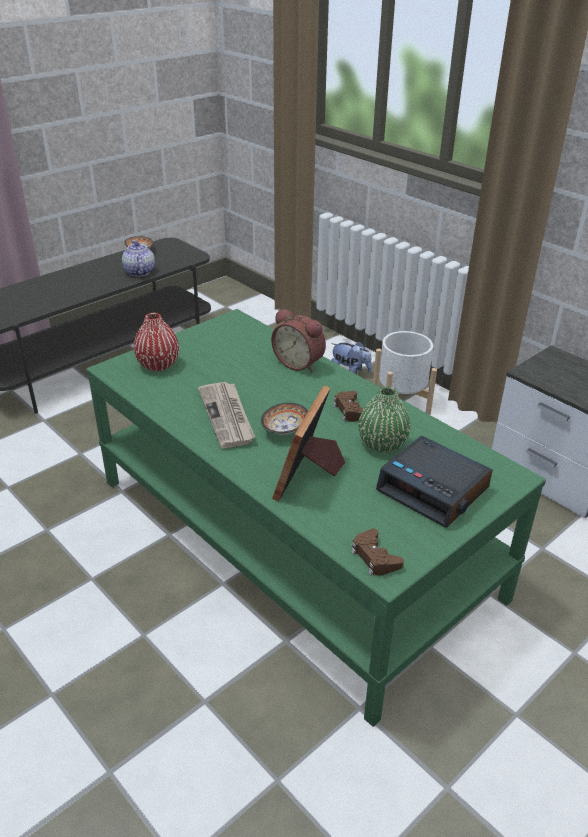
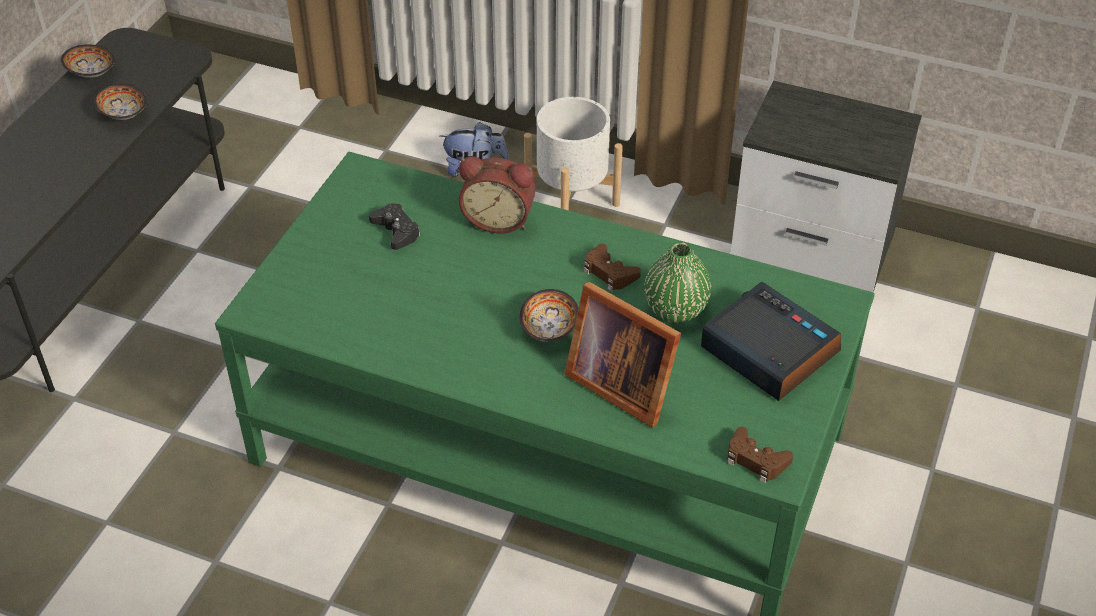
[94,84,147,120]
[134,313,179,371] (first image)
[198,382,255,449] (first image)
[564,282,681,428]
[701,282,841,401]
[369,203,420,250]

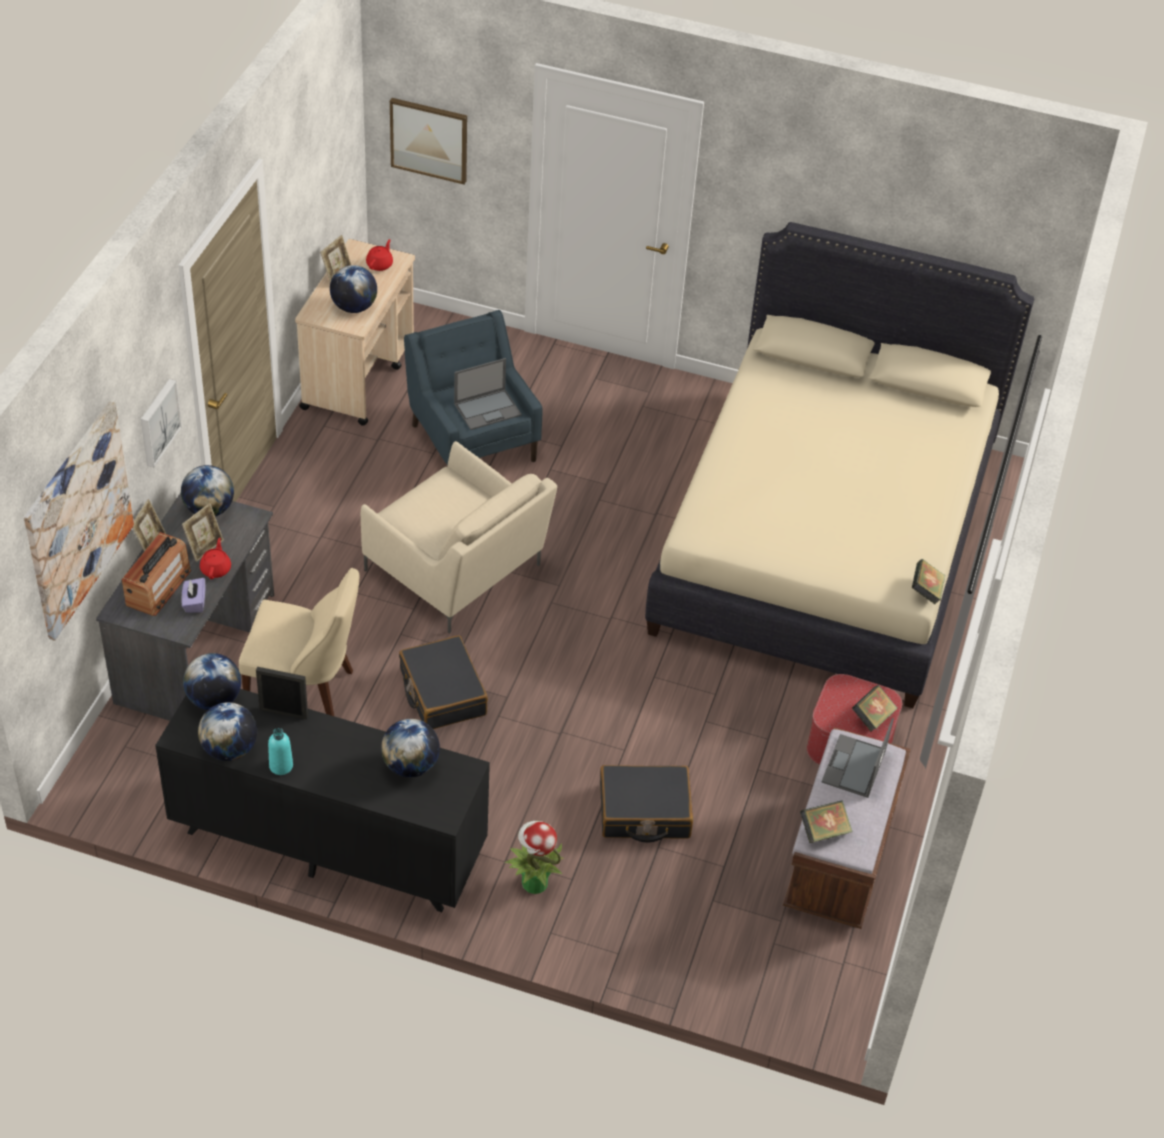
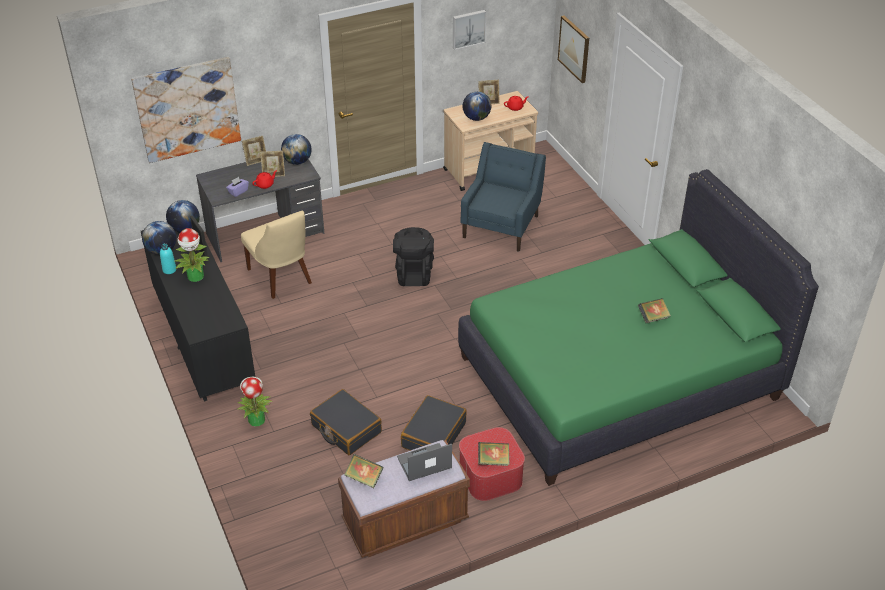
[458,169,819,486]
[454,358,522,430] (first image)
[453,10,486,50]
[393,227,434,286]
[122,532,191,616] (first image)
[638,298,671,323]
[401,395,467,451]
[381,719,440,777] (first image)
[175,228,210,282]

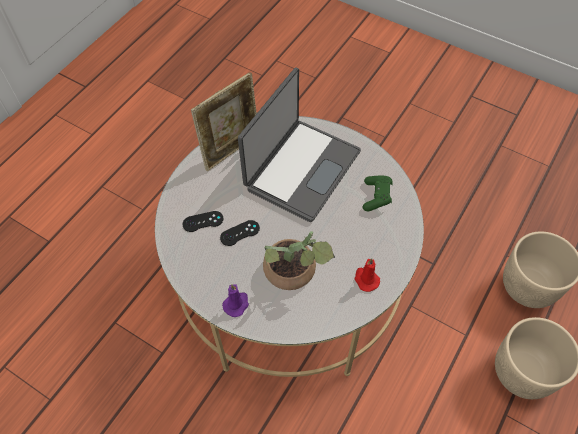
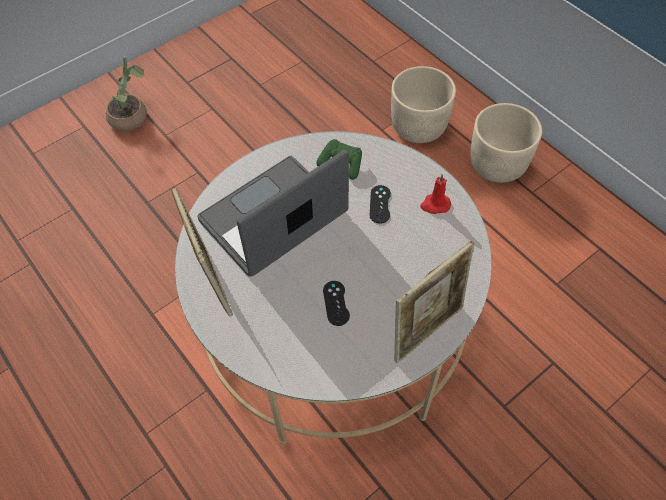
[197,150,349,277]
[370,185,391,224]
[106,56,147,132]
[394,241,475,363]

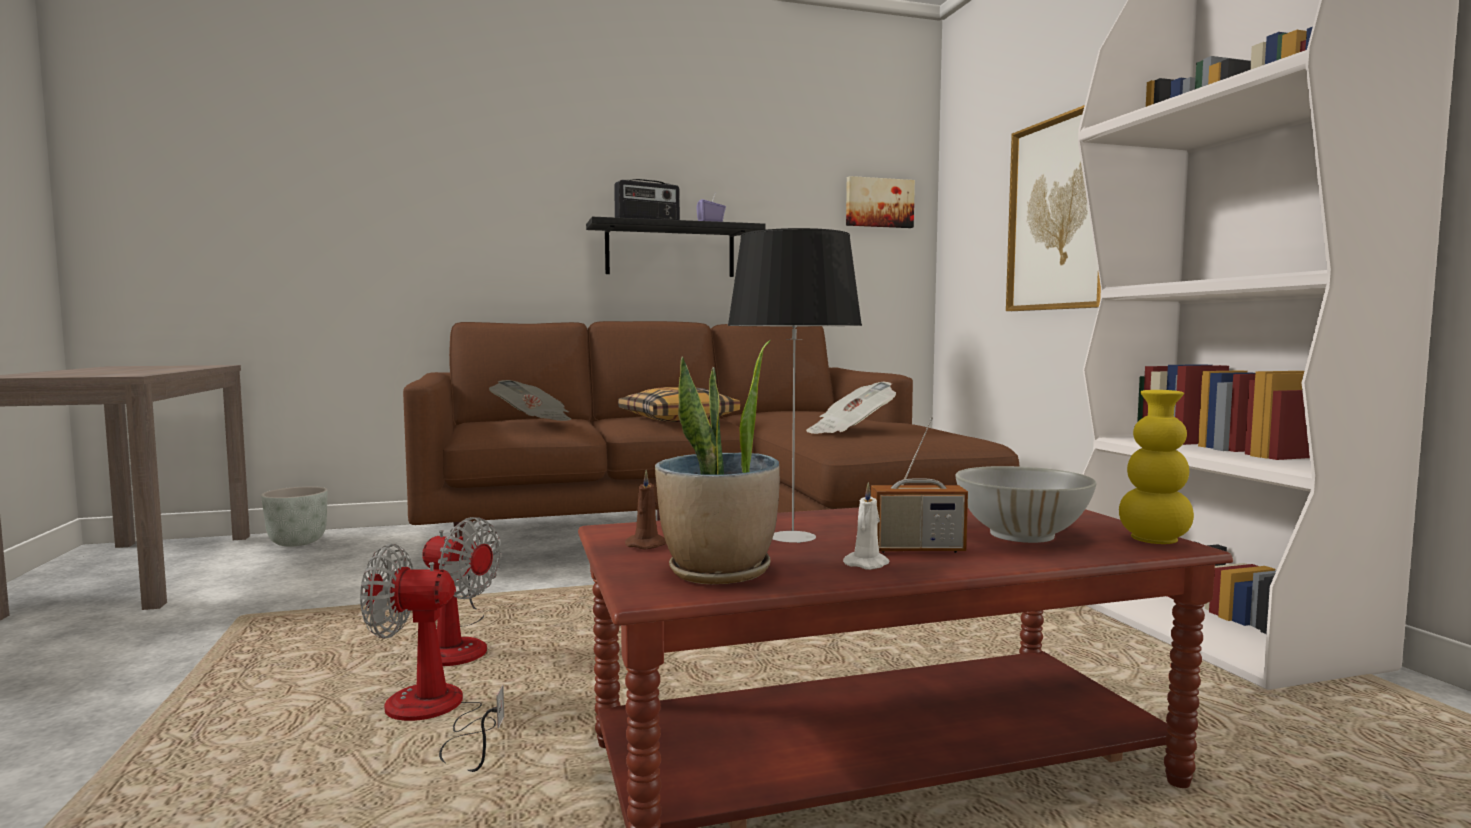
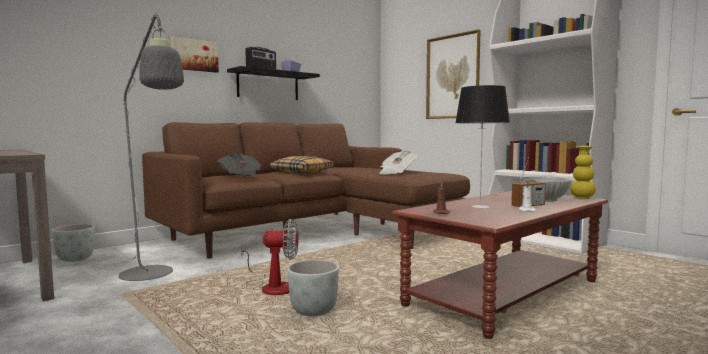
[171,37,219,73]
[655,340,780,584] (first image)
[287,259,339,316]
[112,13,184,281]

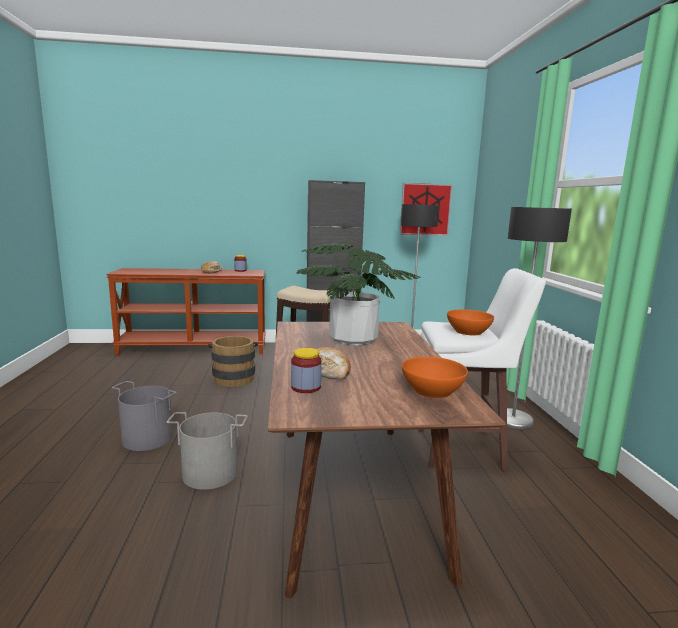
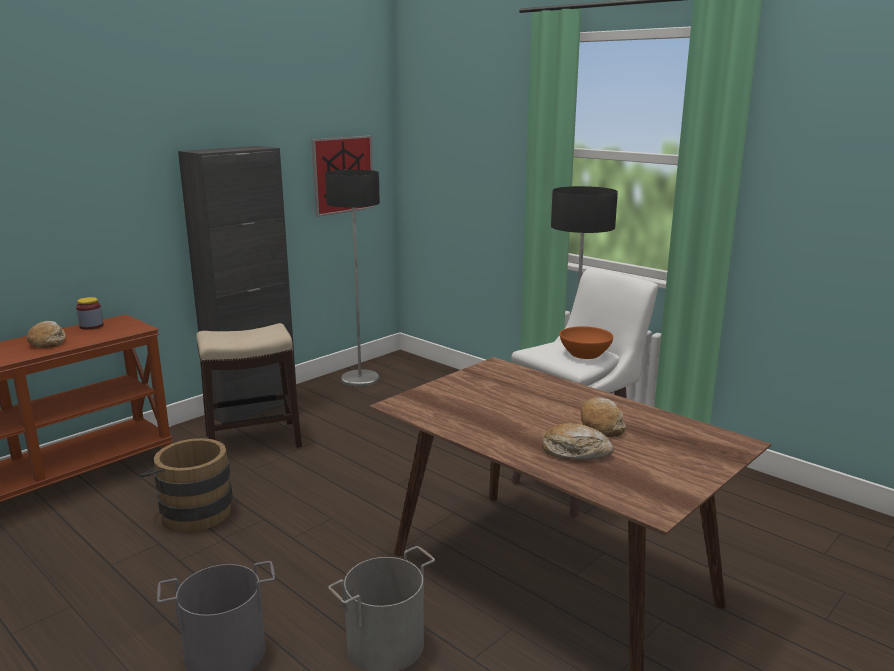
[296,244,420,346] (first image)
[291,348,322,393] (first image)
[402,357,468,398] (first image)
[581,397,626,437]

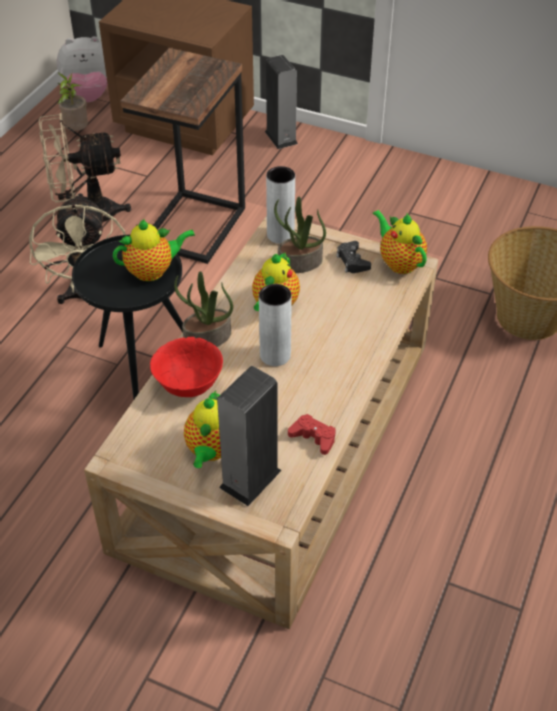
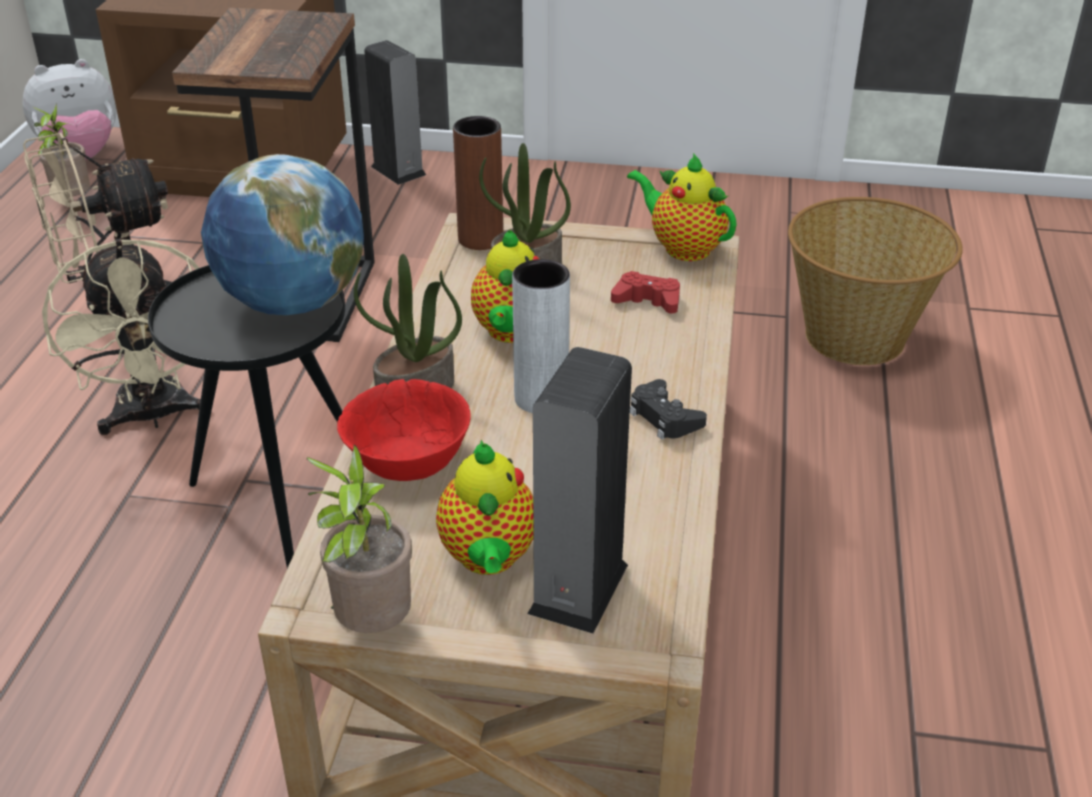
[453,116,503,250]
[201,154,364,315]
[630,379,707,440]
[611,271,680,314]
[307,445,412,633]

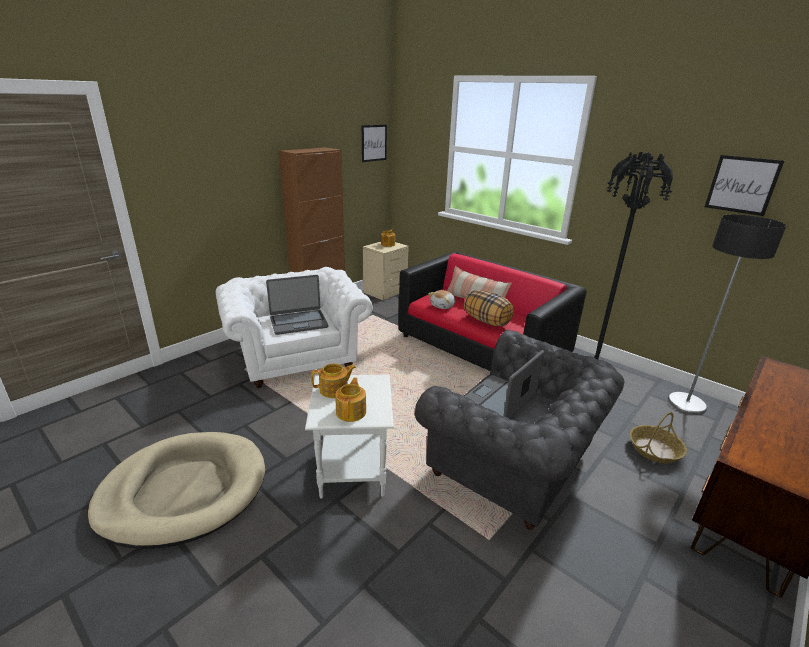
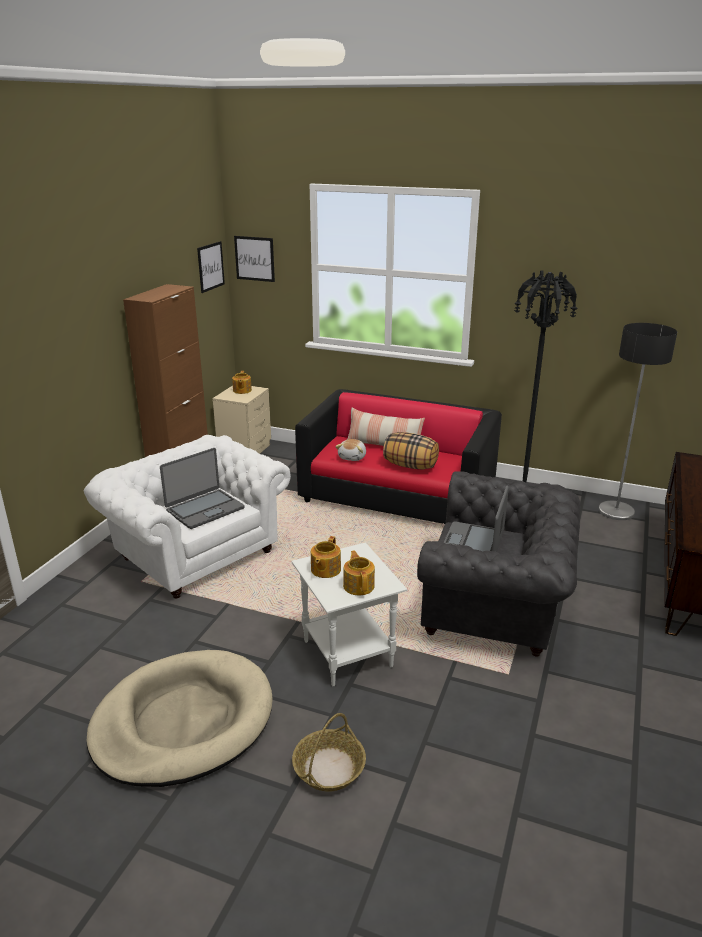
[234,236,275,282]
[311,536,341,578]
[292,713,366,792]

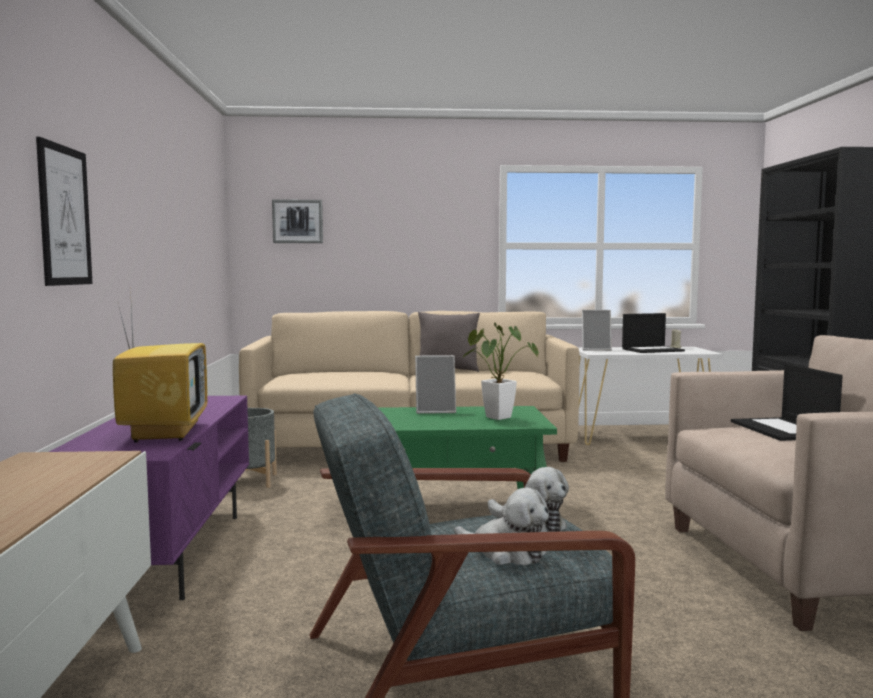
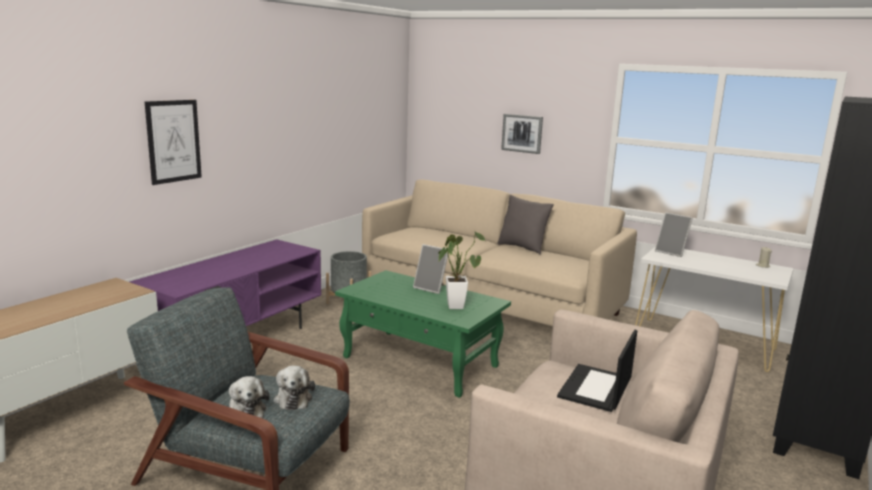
[501,114,543,154]
[113,289,207,442] (first image)
[622,313,685,353] (first image)

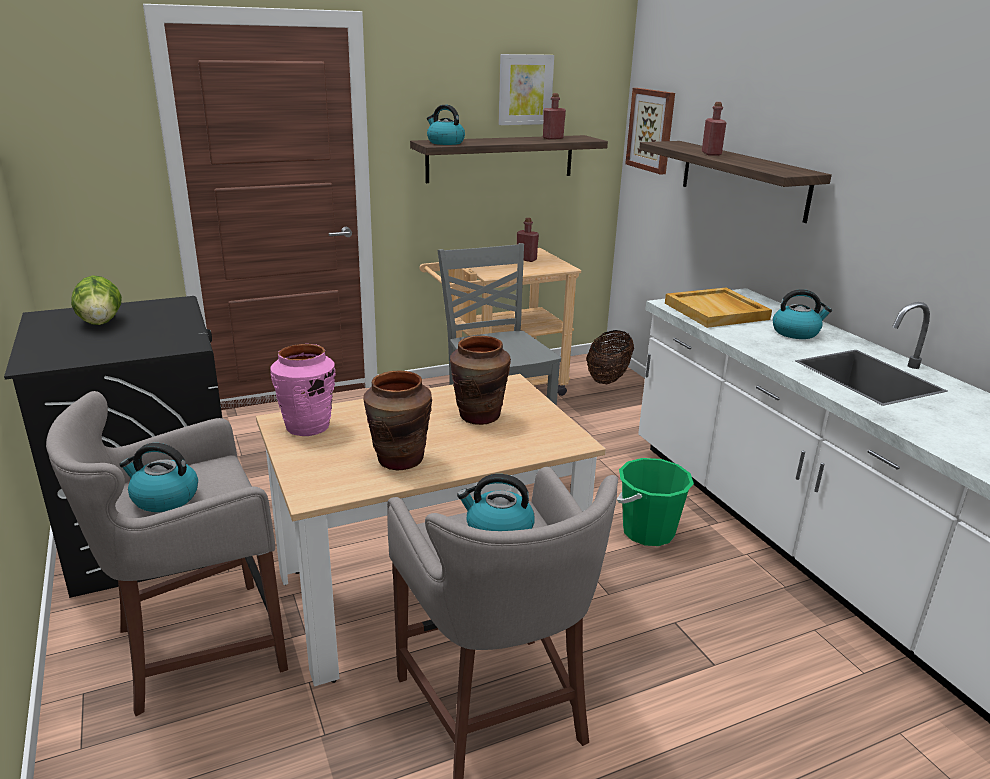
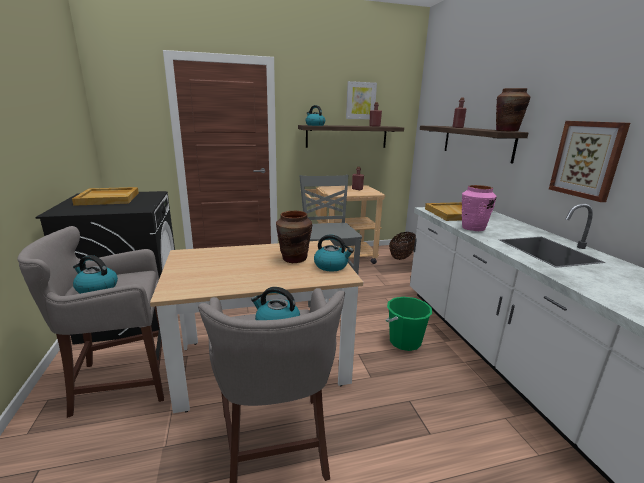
[549,121,630,202]
[72,187,139,206]
[314,235,354,271]
[461,185,497,231]
[496,88,531,131]

